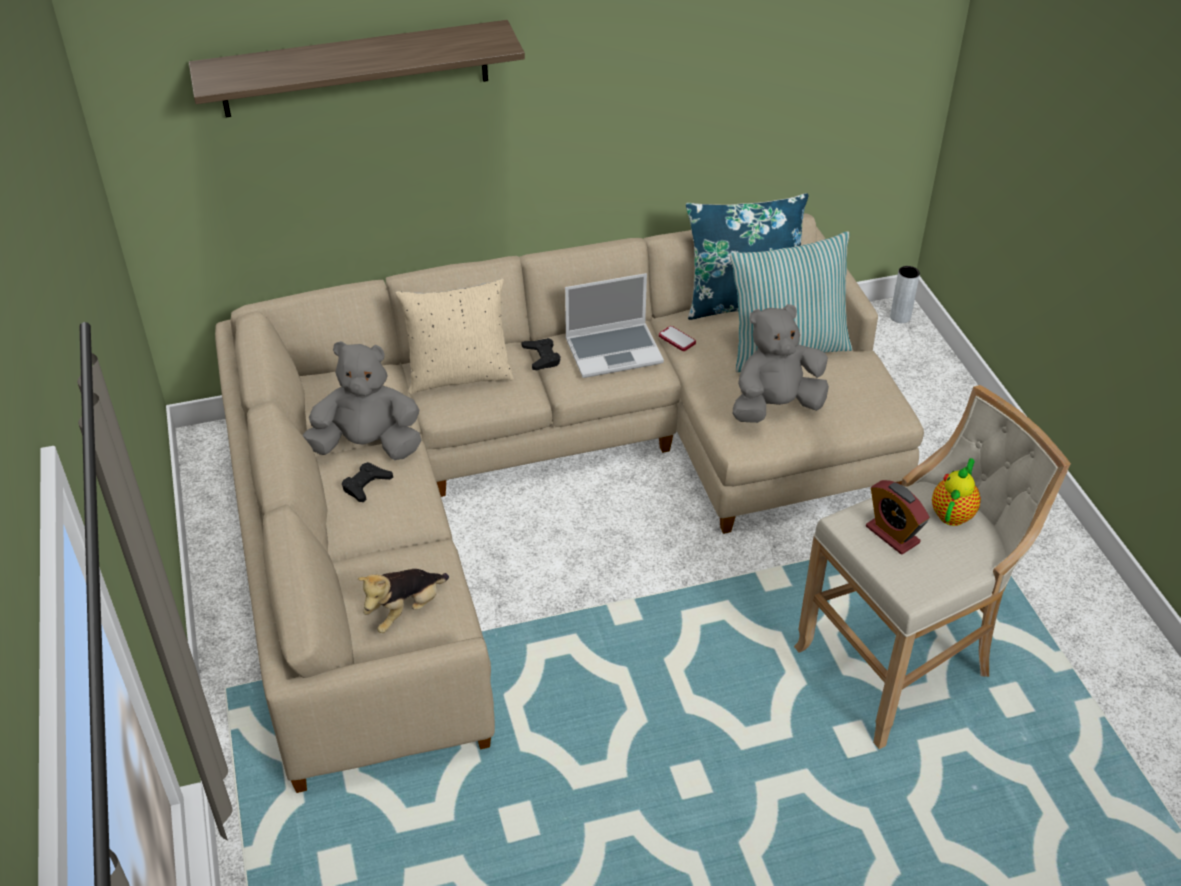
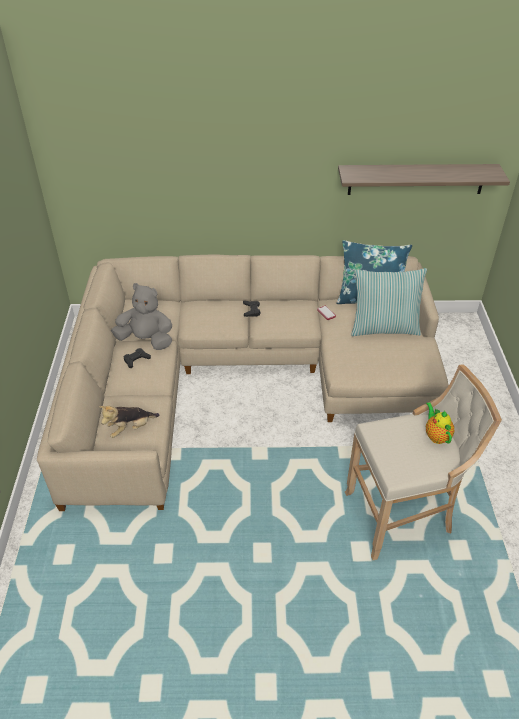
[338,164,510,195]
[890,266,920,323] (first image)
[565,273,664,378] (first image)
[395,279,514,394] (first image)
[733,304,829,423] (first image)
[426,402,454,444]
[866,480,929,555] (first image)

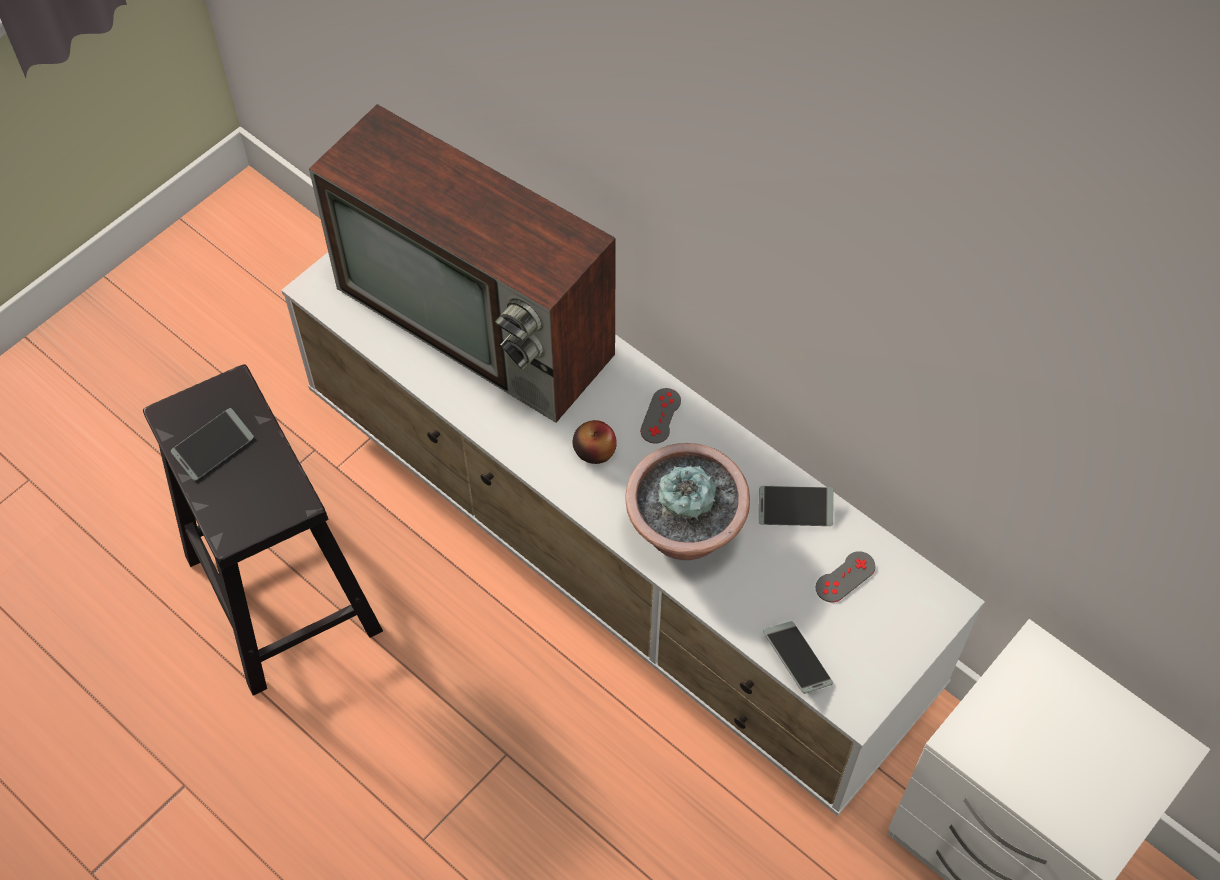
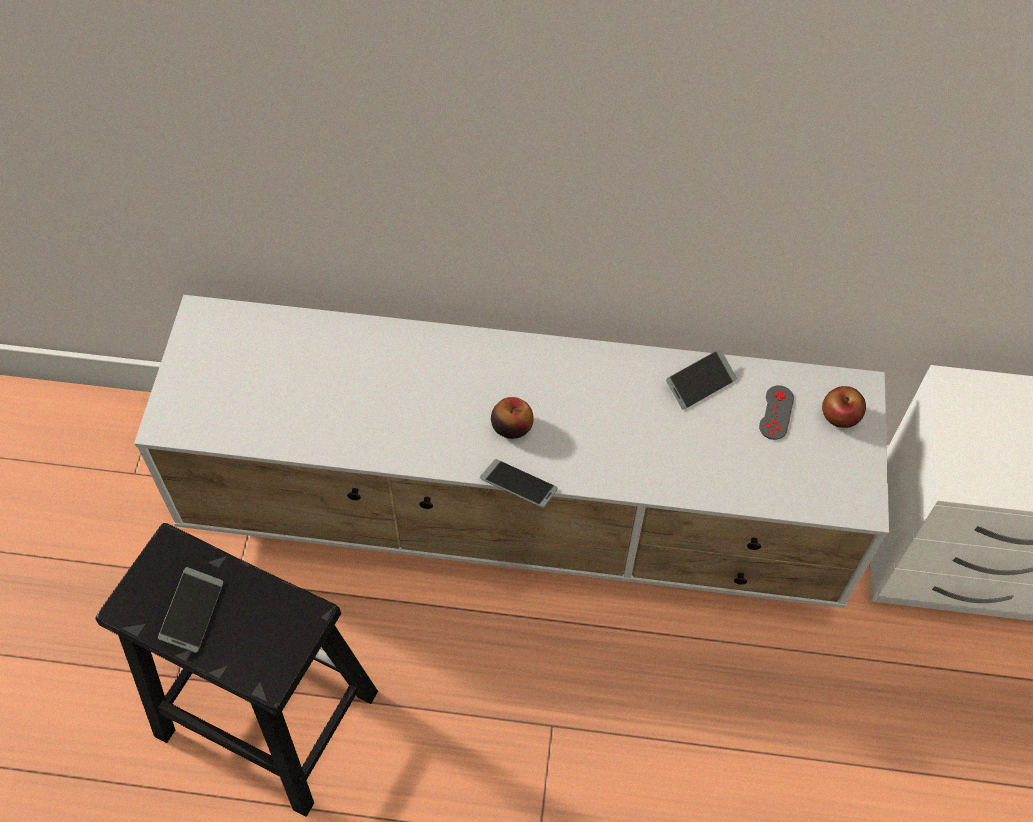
[309,104,616,423] (first image)
[640,388,681,444] (first image)
[626,443,750,560] (first image)
[480,459,558,508]
[822,386,866,428]

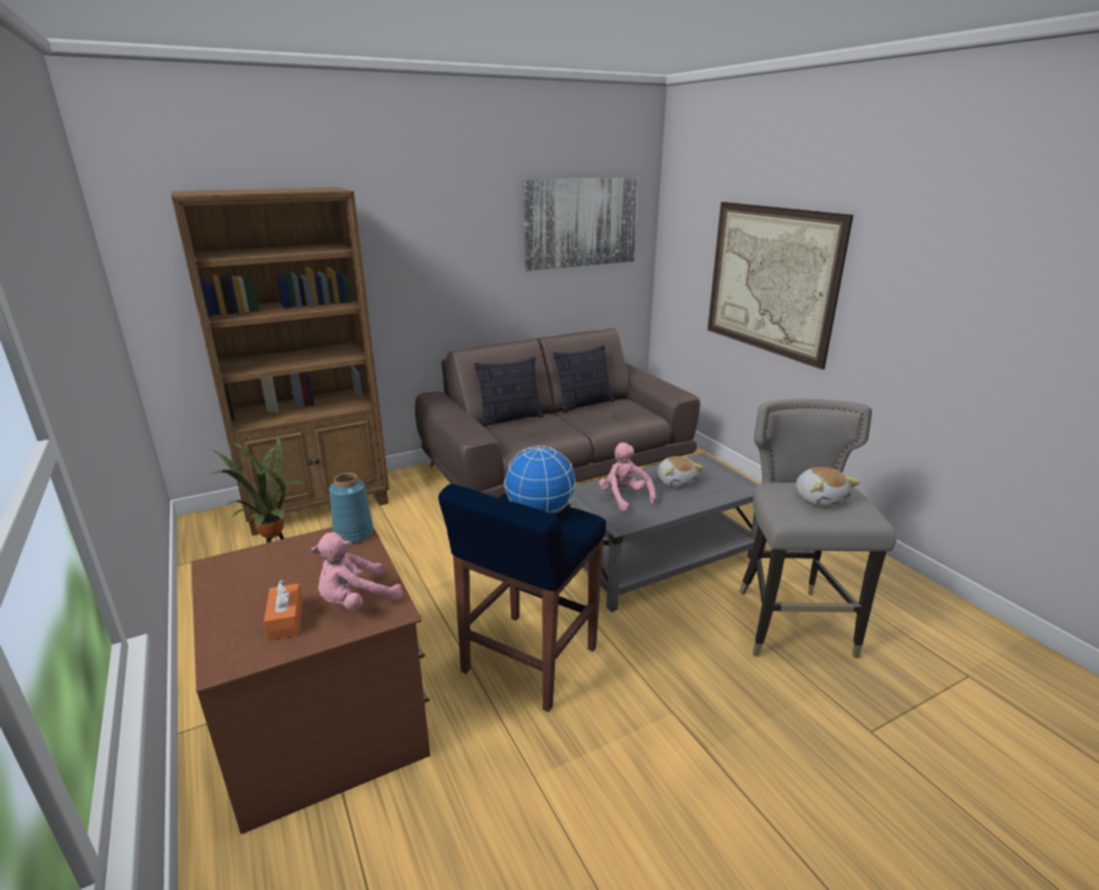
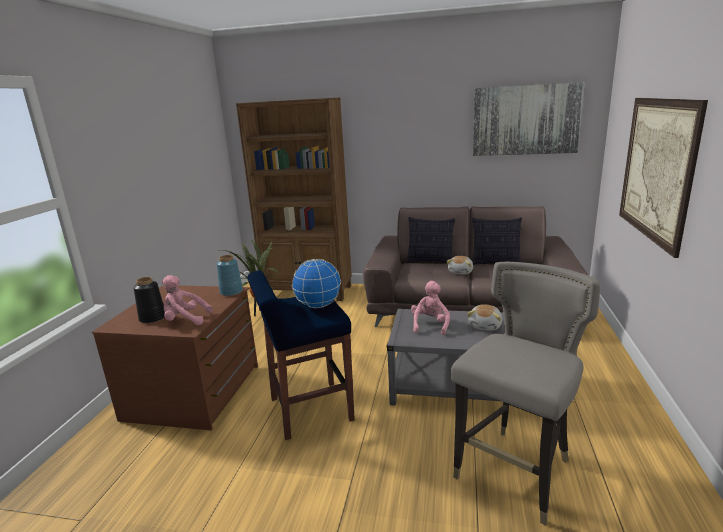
[446,256,473,274]
[133,277,165,323]

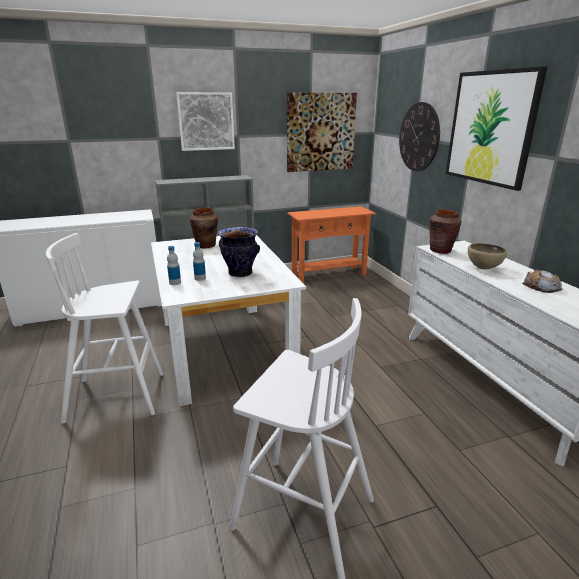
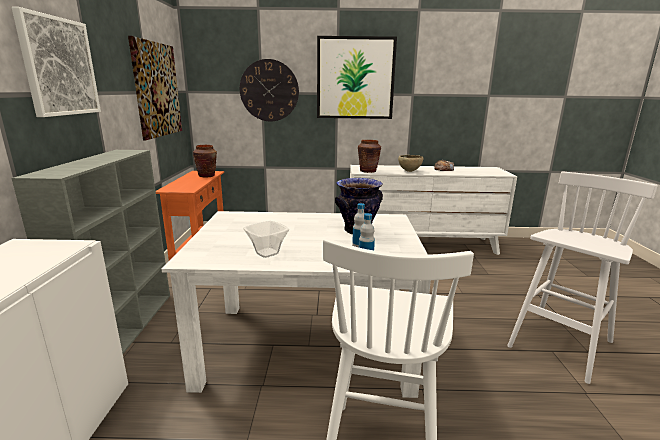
[193,145,217,178]
[243,221,289,258]

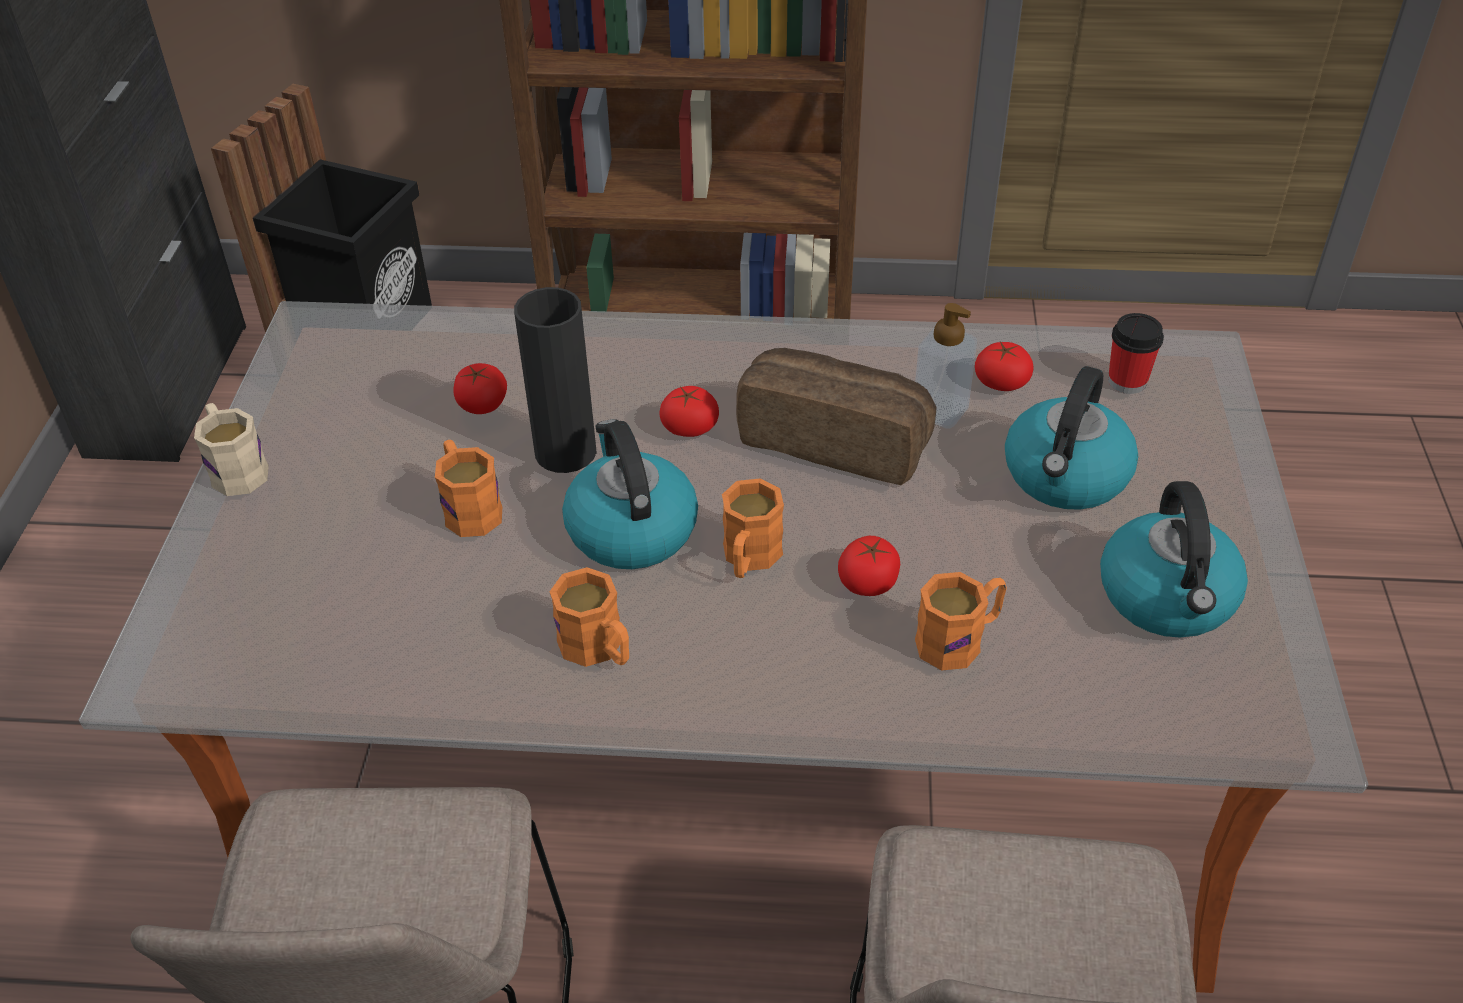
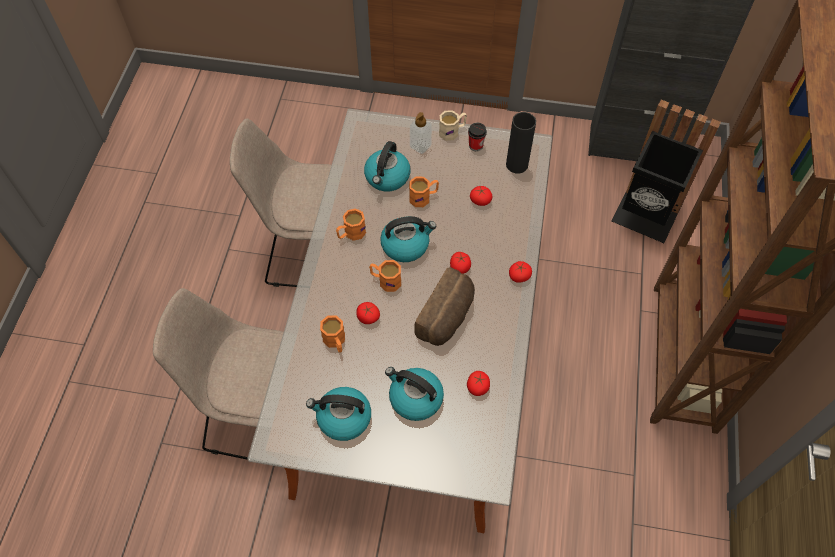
[506,112,536,173]
[410,112,432,154]
[468,123,487,151]
[364,141,410,191]
[509,261,532,283]

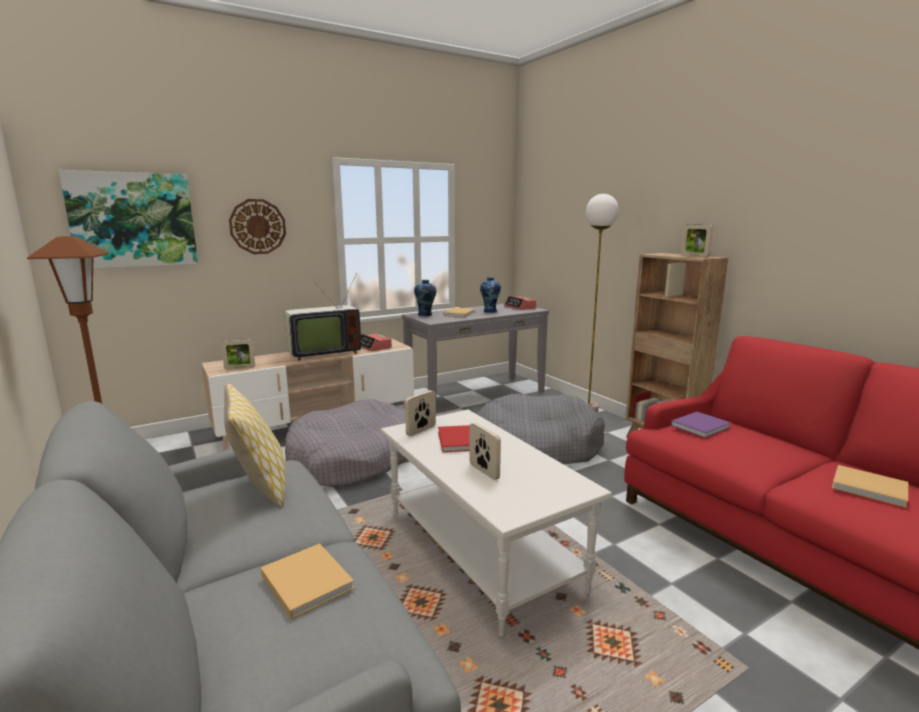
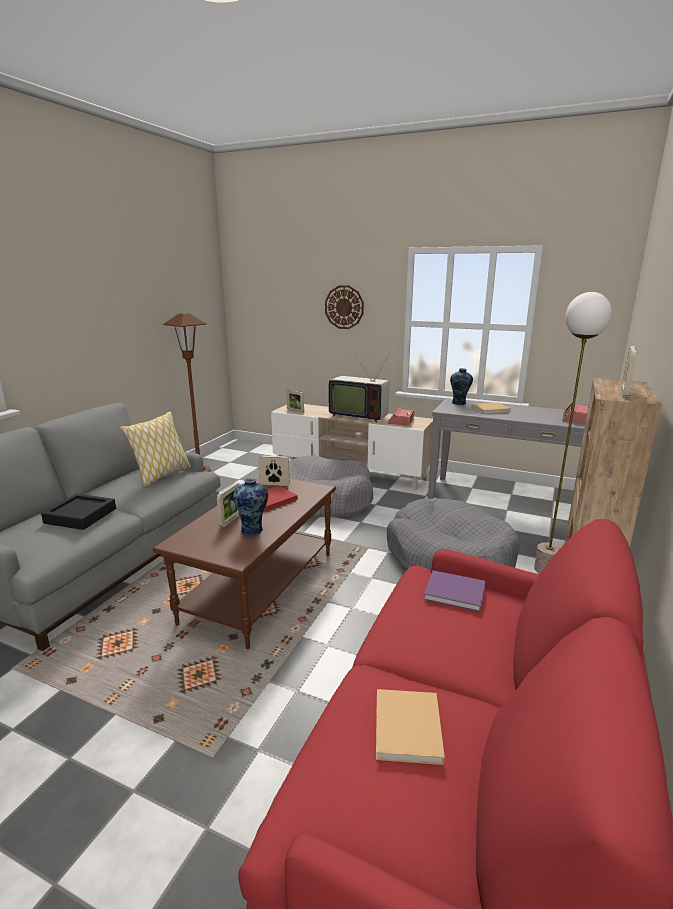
[59,170,198,268] (first image)
[233,478,268,536]
[153,478,336,649]
[41,494,116,530]

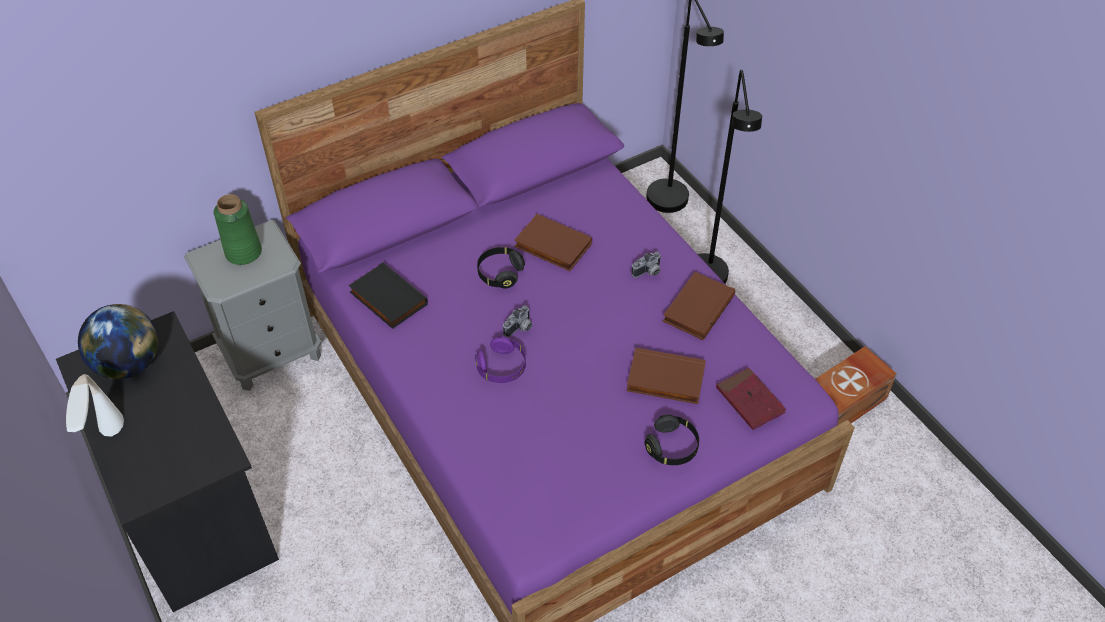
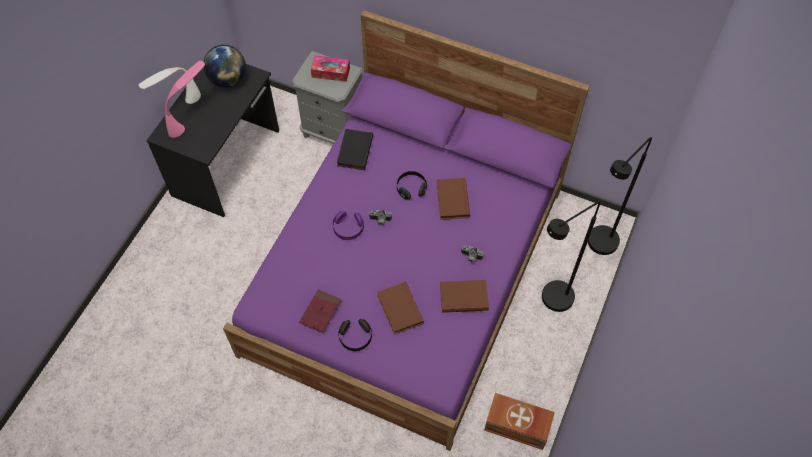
[311,55,350,82]
[299,290,341,333]
[165,61,205,138]

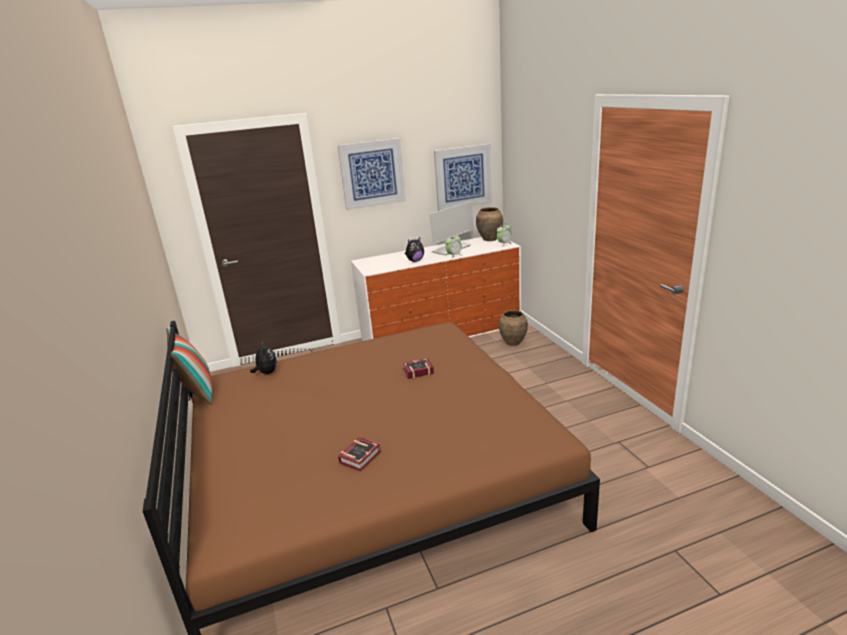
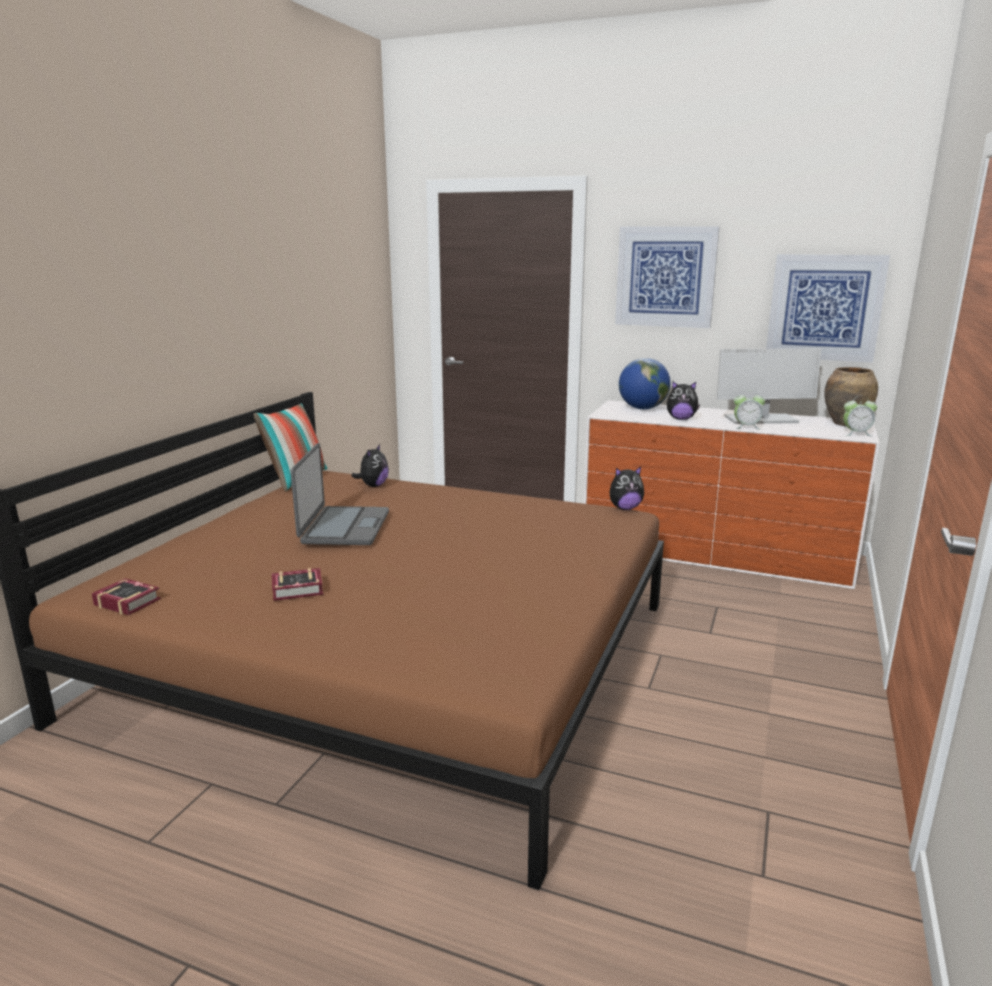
[499,310,528,346] (first image)
[92,578,161,615]
[619,358,671,409]
[291,443,389,545]
[609,467,644,510]

